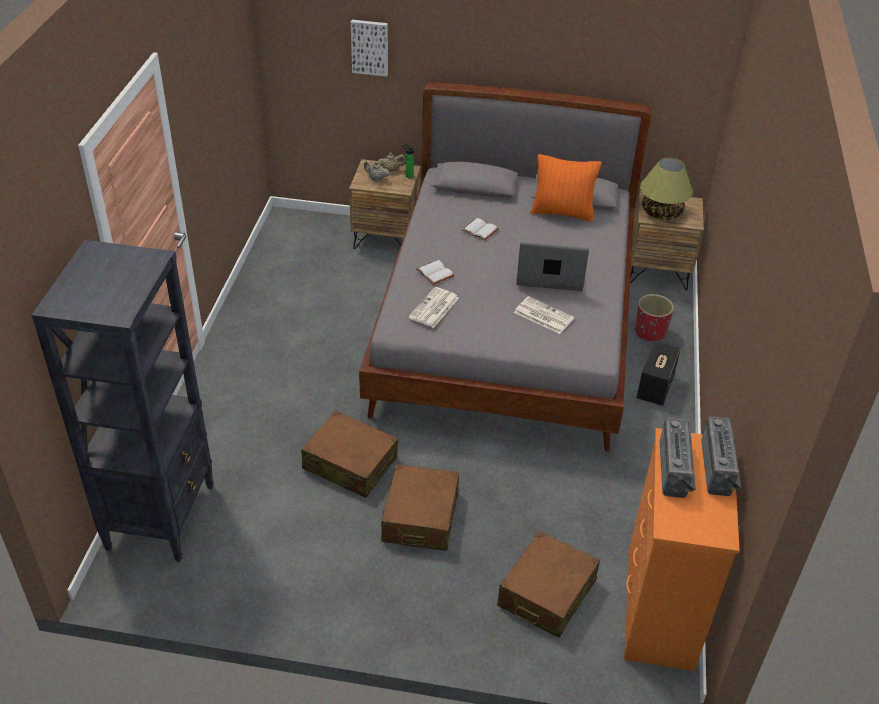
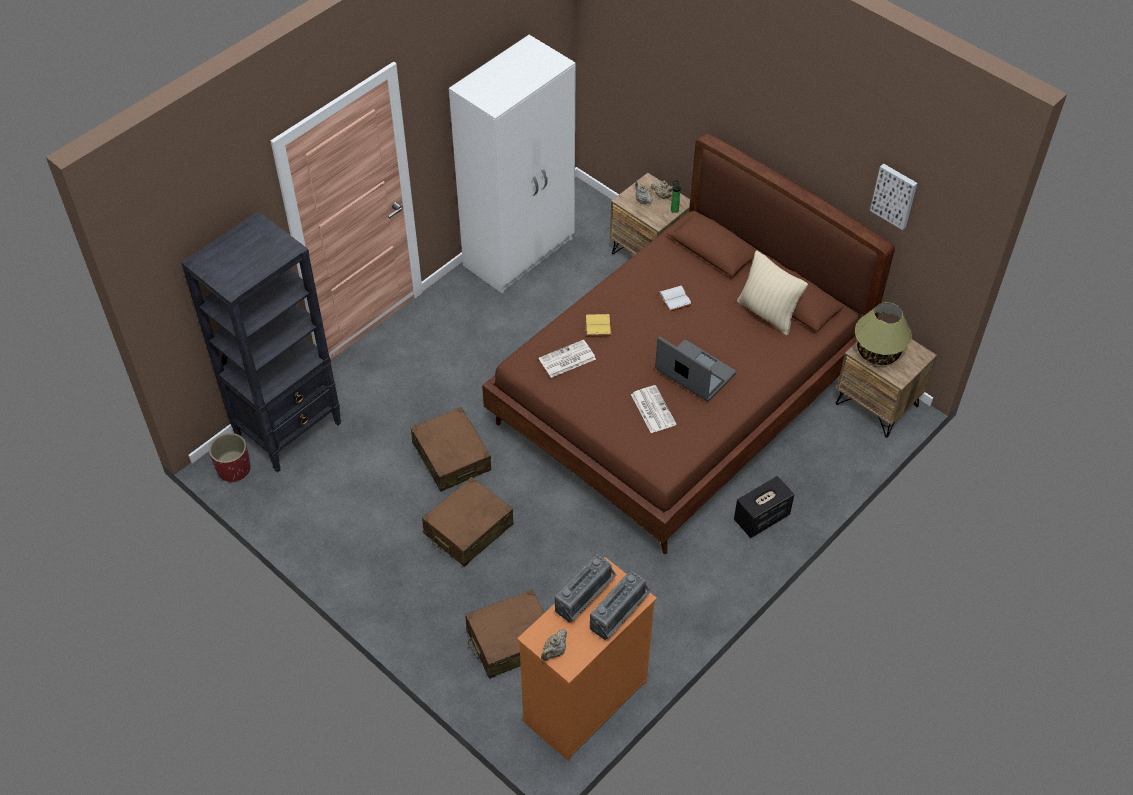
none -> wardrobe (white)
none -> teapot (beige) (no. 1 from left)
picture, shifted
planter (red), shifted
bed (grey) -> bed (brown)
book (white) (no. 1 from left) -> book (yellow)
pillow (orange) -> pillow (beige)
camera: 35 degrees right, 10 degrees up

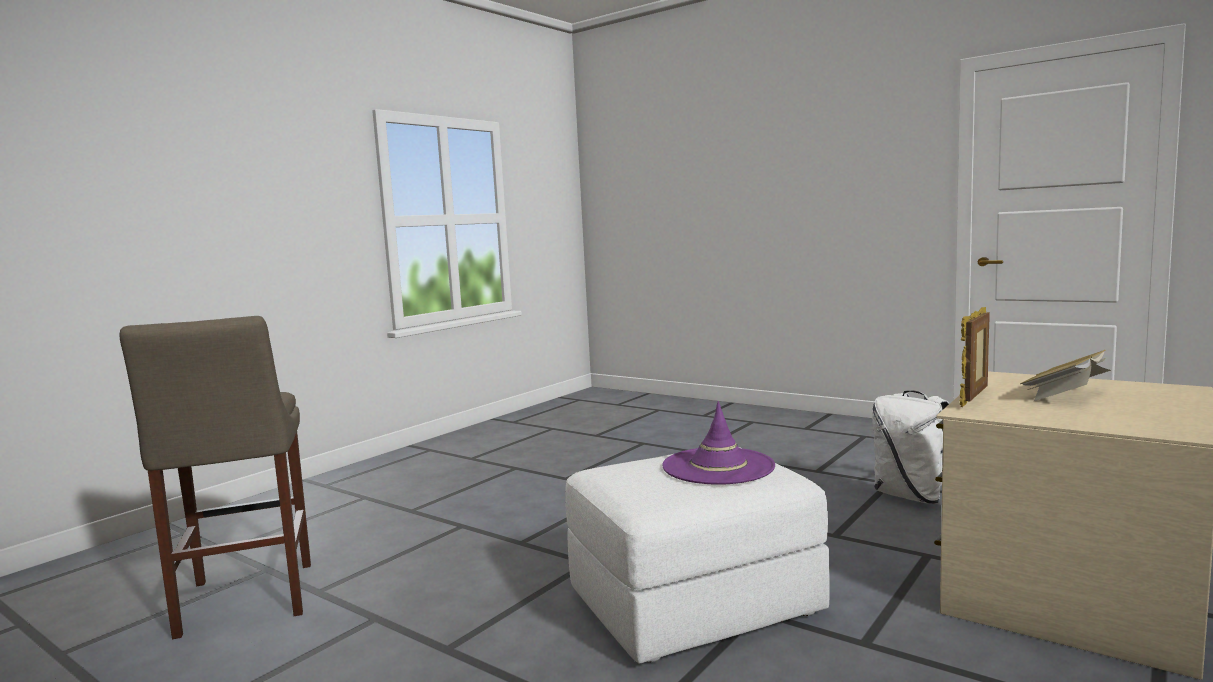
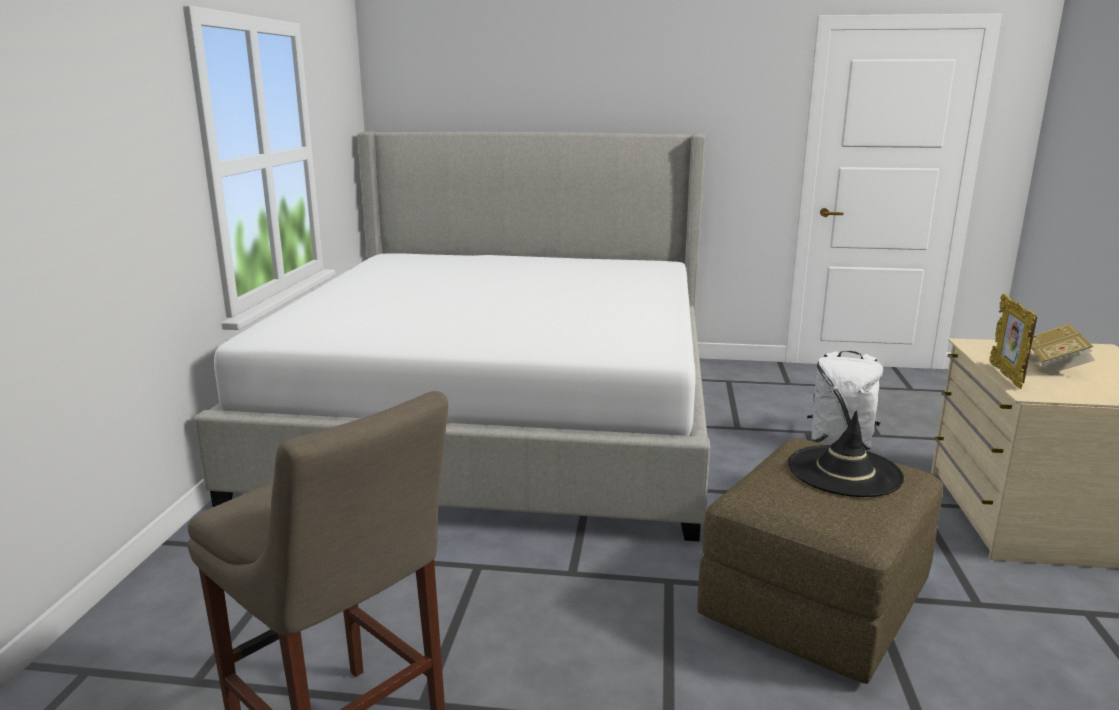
none -> bed
ottoman (white) -> ottoman (brown)
hat (purple) -> hat (black)
camera: 30 degrees left, 10 degrees up

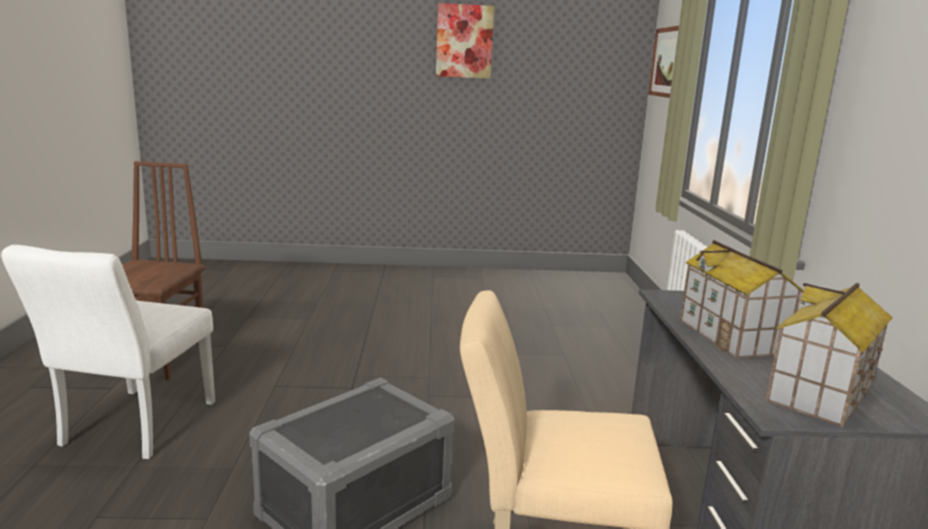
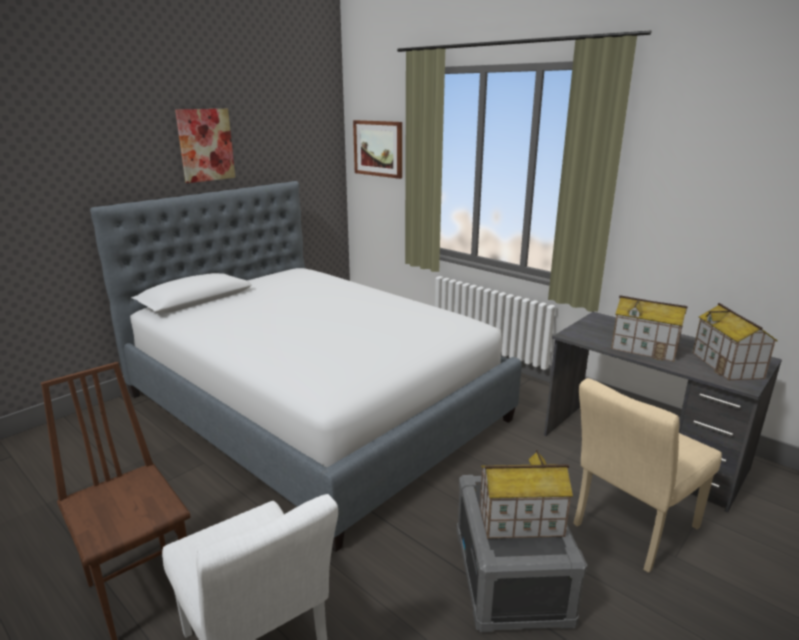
none -> bed
none -> toy house (no. 1 from left)
camera: 45 degrees left, 5 degrees up

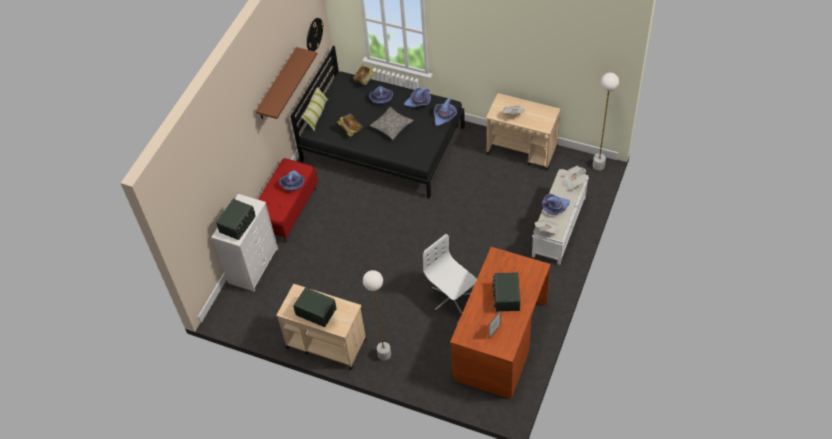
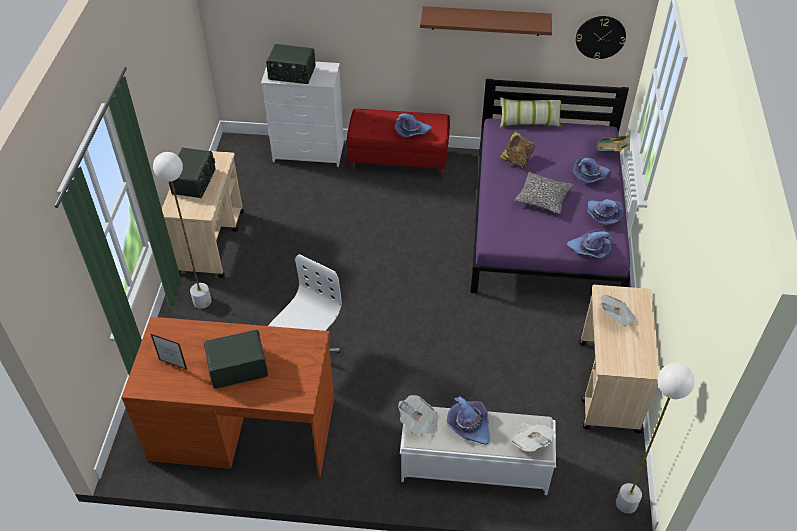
bed (black) -> bed (purple)
camera: 70 degrees right, 5 degrees down

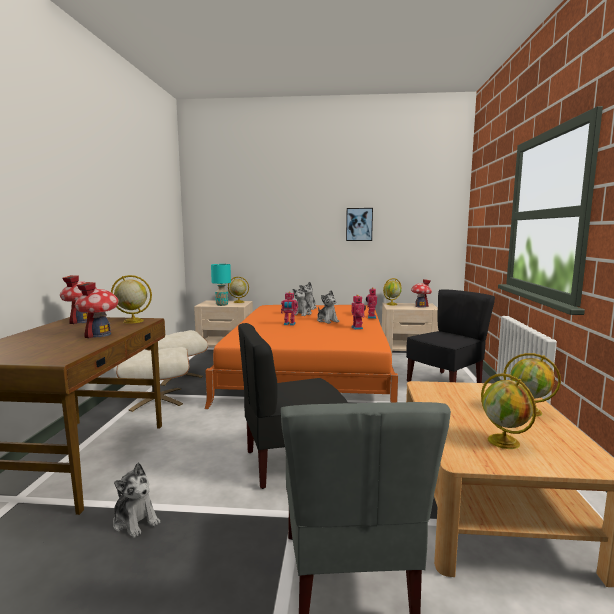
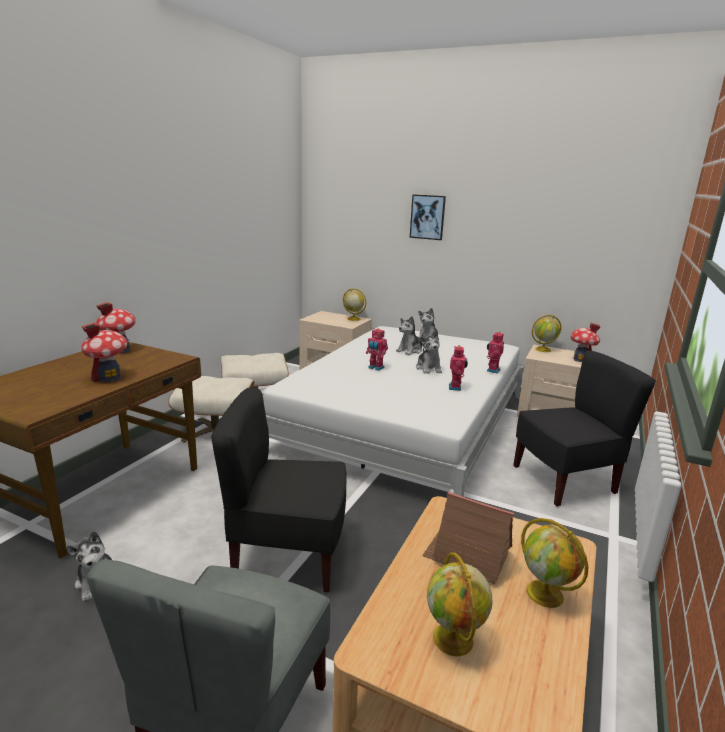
globe (no. 1 from left) -> none
table lamp (turquoise) -> none
none -> toy house (no. 3 from left)
picture, shifted
bed (orange) -> bed (white)
camera: 20 degrees right, 10 degrees up

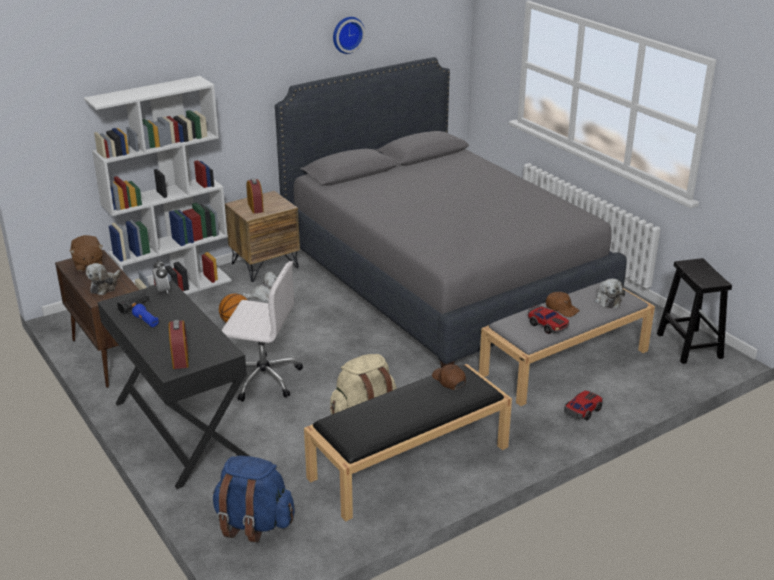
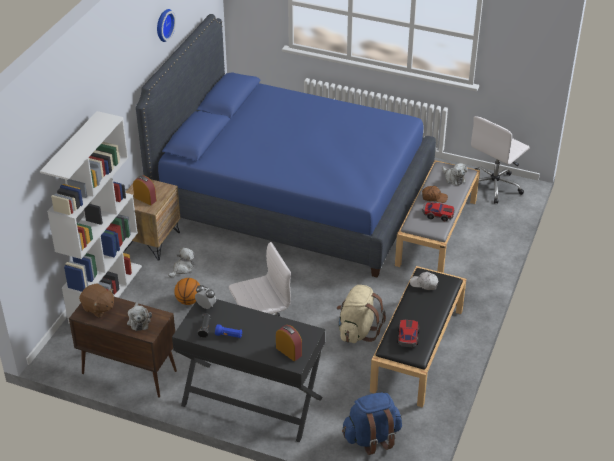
toy car (no. 2 from left in the first image) -> toy car (no. 1 from left), shifted
stool (black) -> office chair (white) (no. 2 from left)
bed (grey) -> bed (blue)
cap (brown) (no. 1 from left) -> cap (white)
camera: 35 degrees left, 10 degrees up

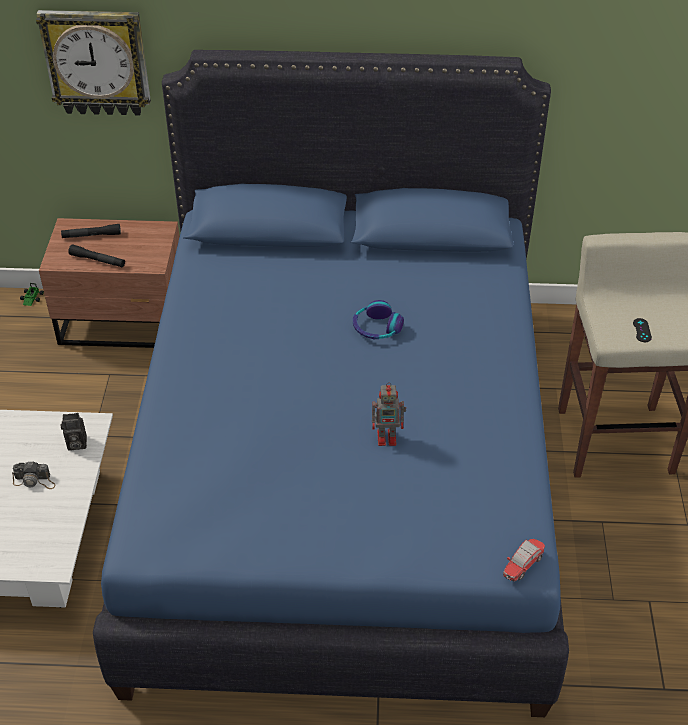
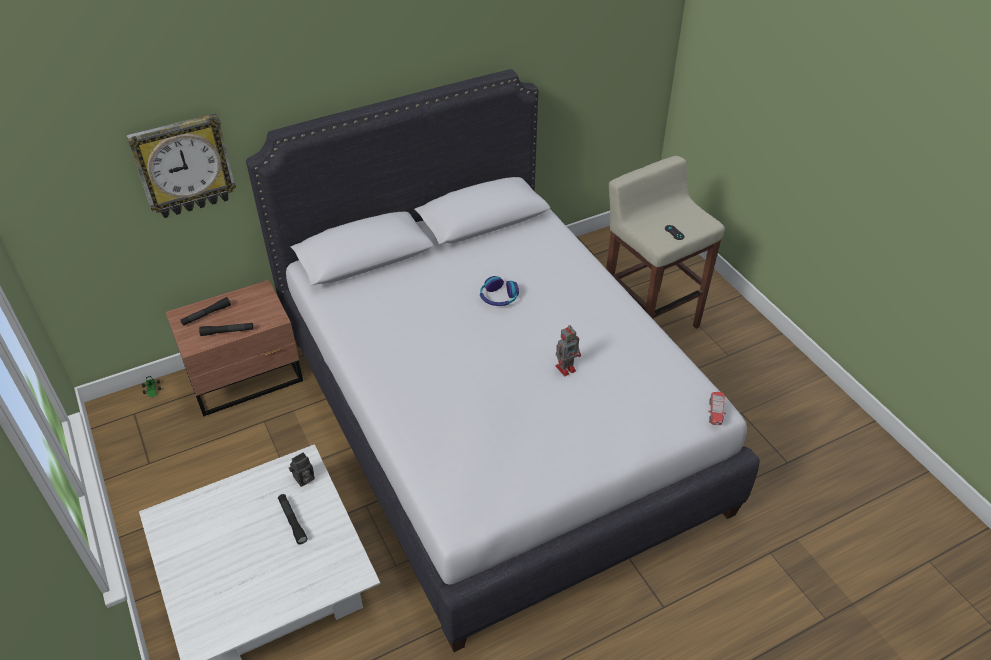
photo camera (no. 1 from left) -> flashlight (black) (no. 3 from left)
bed (blue) -> bed (white)
camera: 30 degrees left, 0 degrees up

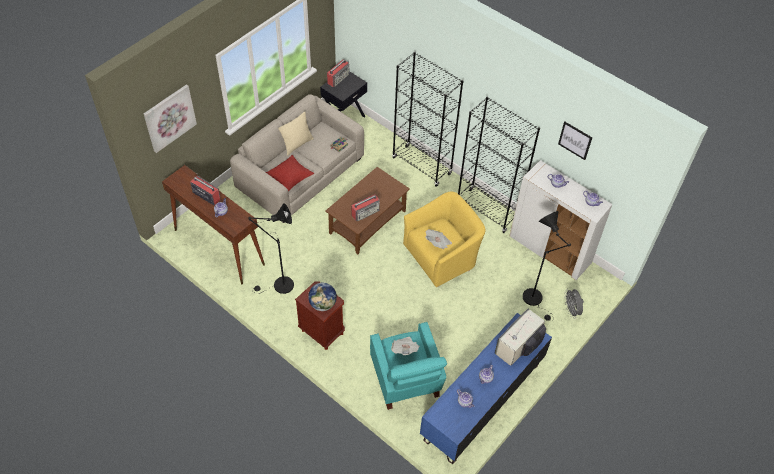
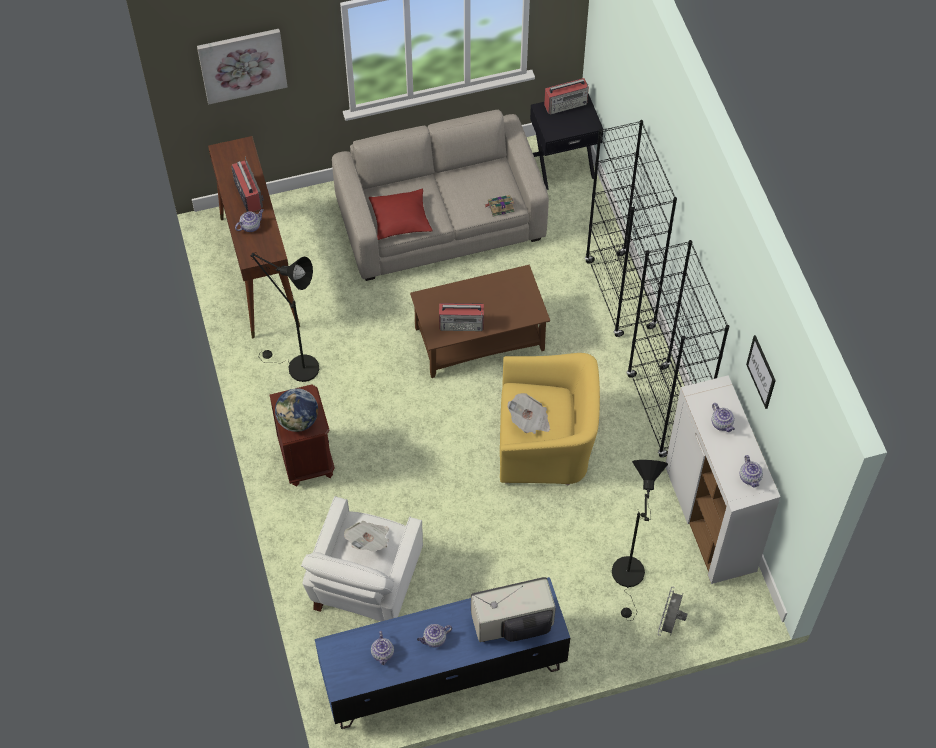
pillow (beige) -> none
armchair (turquoise) -> armchair (white)
camera: 35 degrees right, 5 degrees up

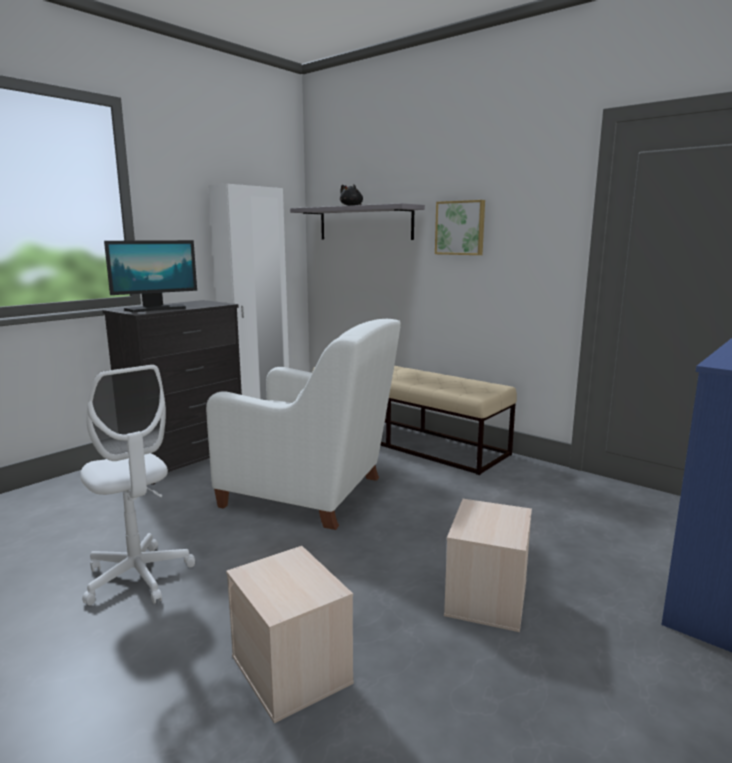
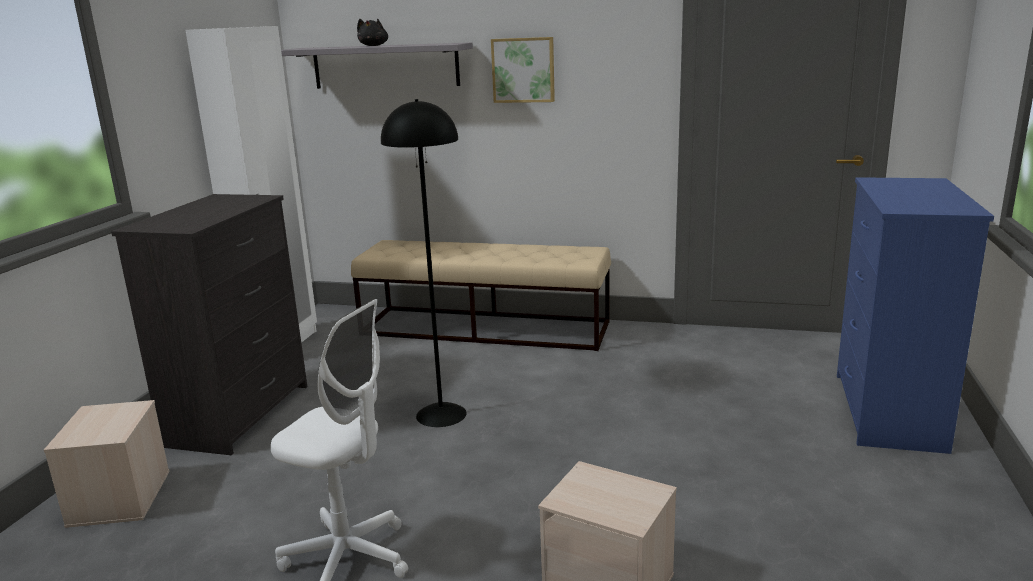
monitor -> none
storage box (beige) (no. 2 from left in the first image) -> storage box (beige) (no. 1 from left), shifted
armchair (white) -> floor lamp (black)
camera: 25 degrees left, 5 degrees up

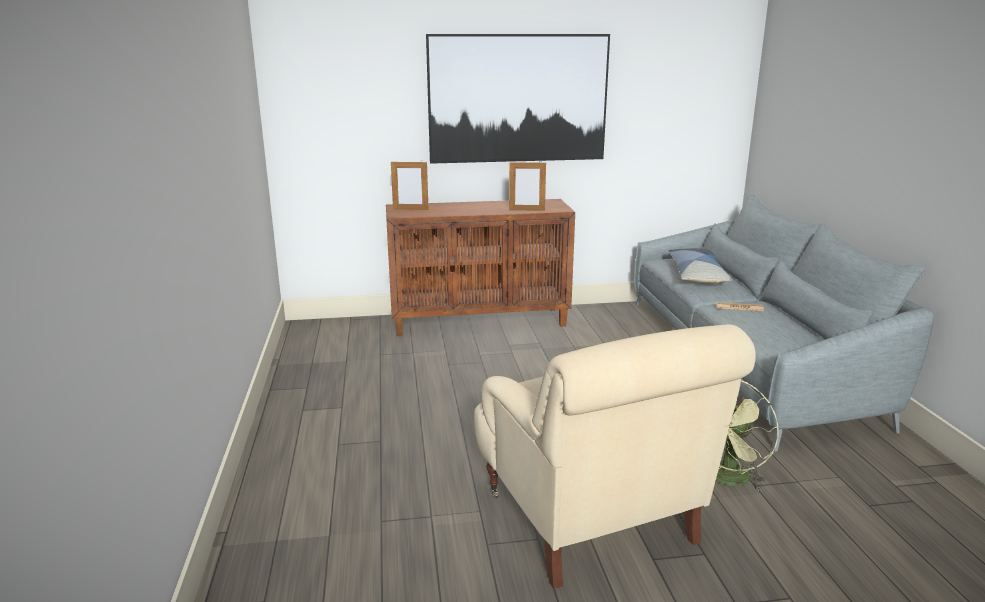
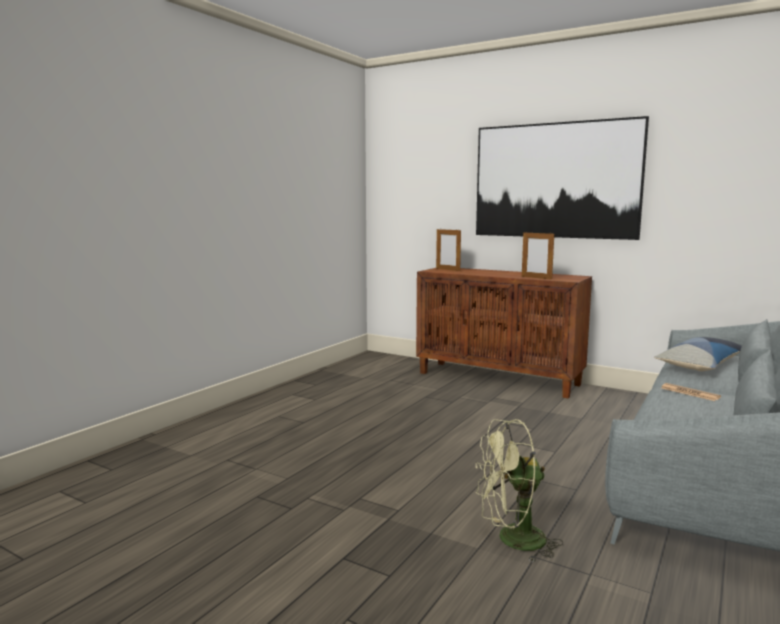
armchair (beige) -> none
camera: 40 degrees right, 10 degrees down

